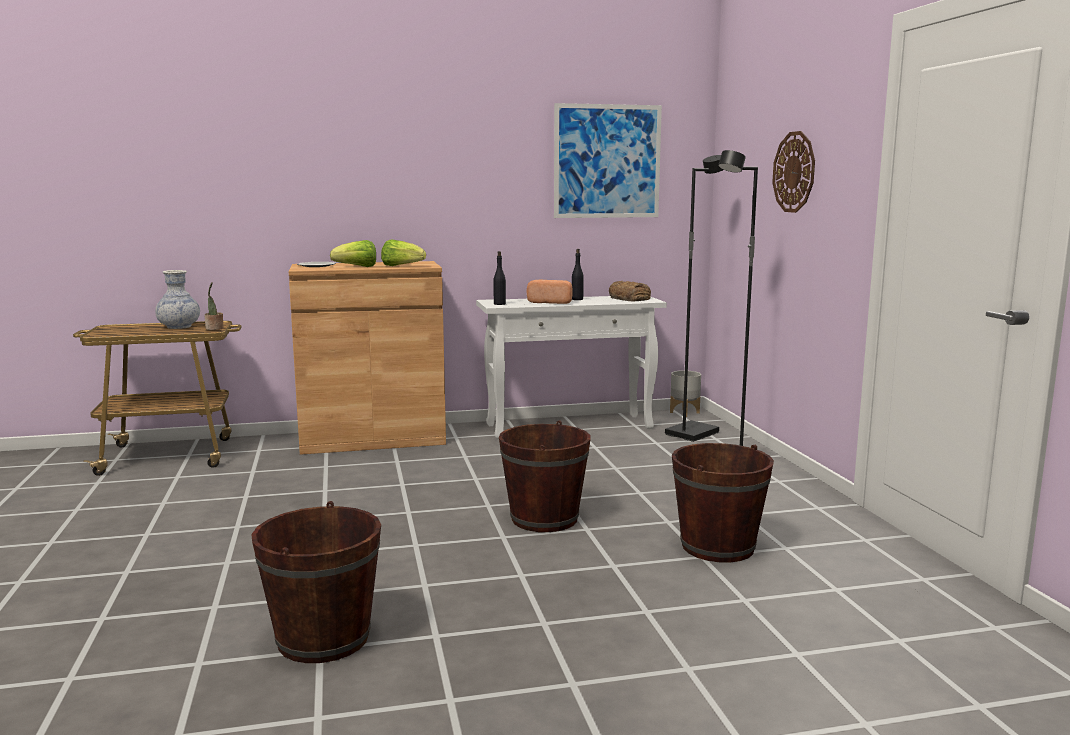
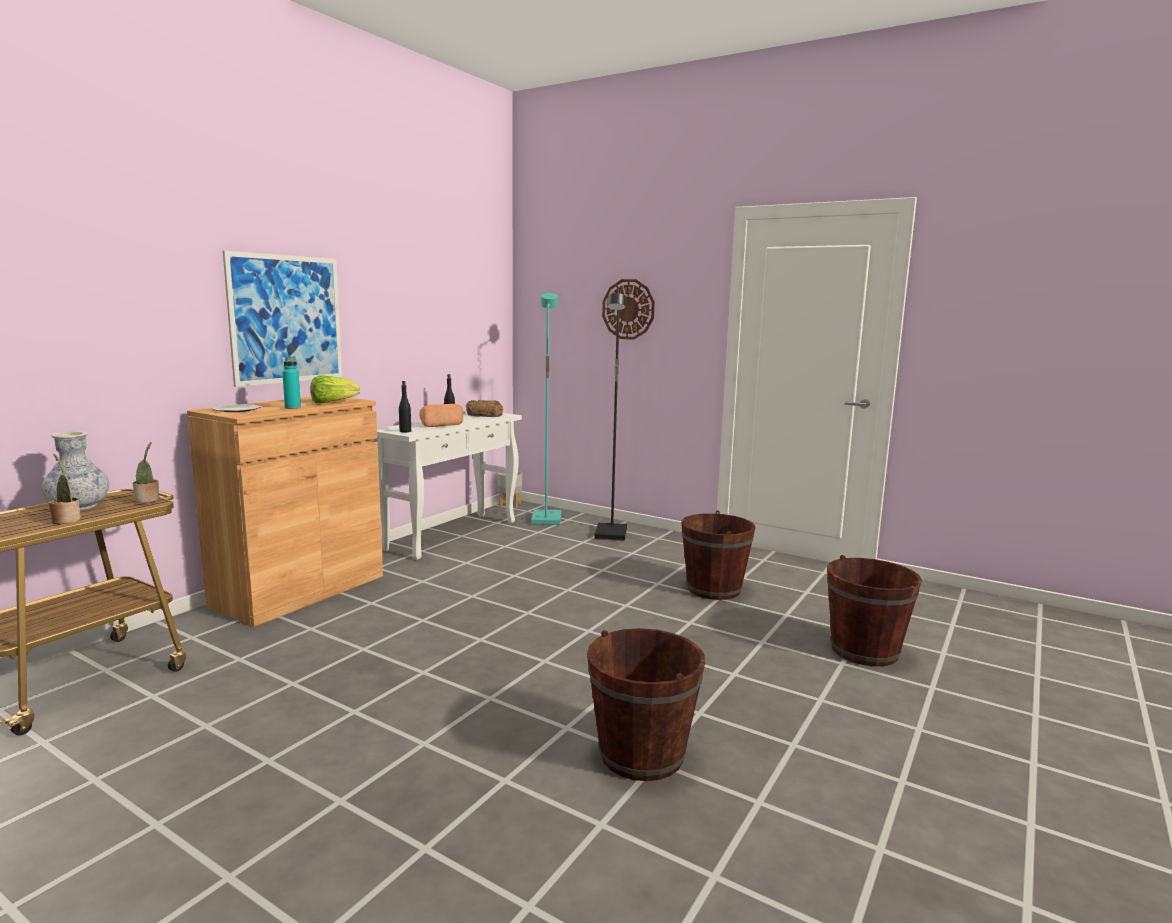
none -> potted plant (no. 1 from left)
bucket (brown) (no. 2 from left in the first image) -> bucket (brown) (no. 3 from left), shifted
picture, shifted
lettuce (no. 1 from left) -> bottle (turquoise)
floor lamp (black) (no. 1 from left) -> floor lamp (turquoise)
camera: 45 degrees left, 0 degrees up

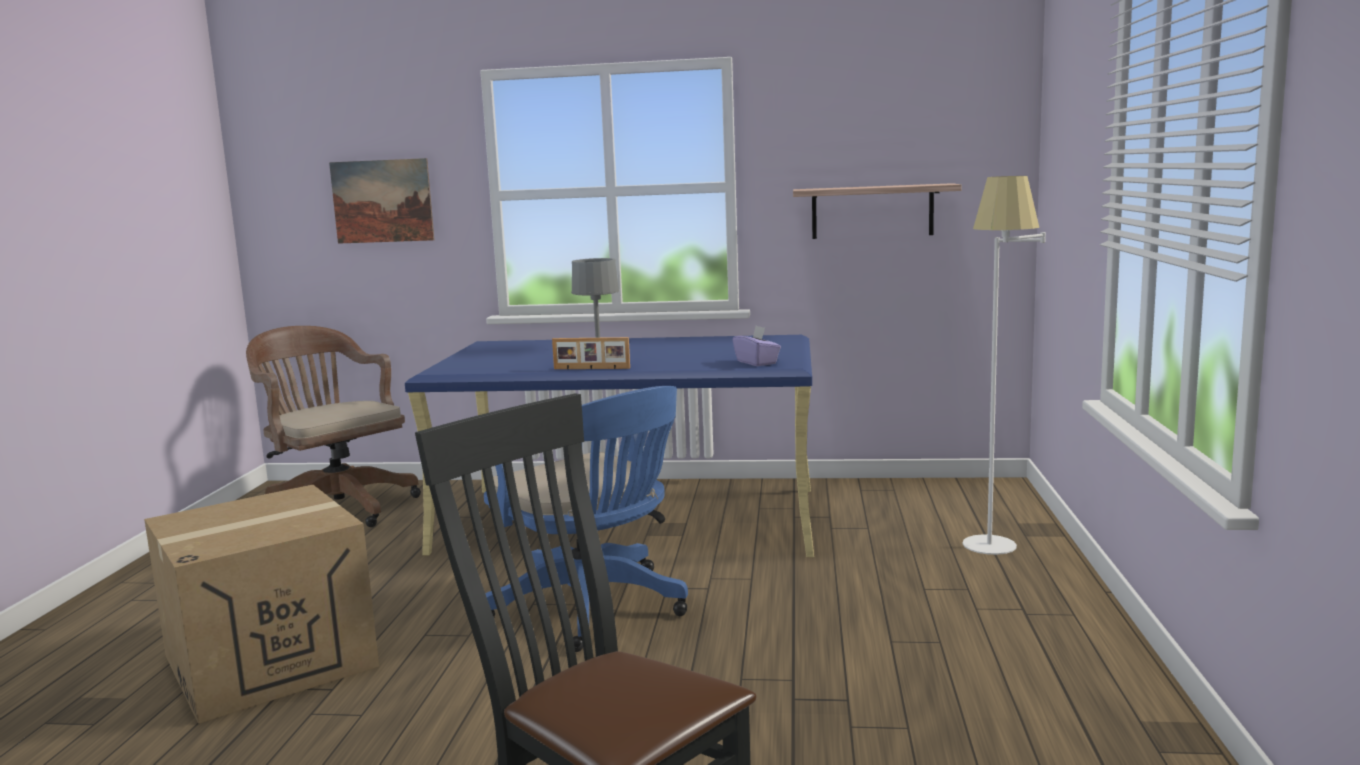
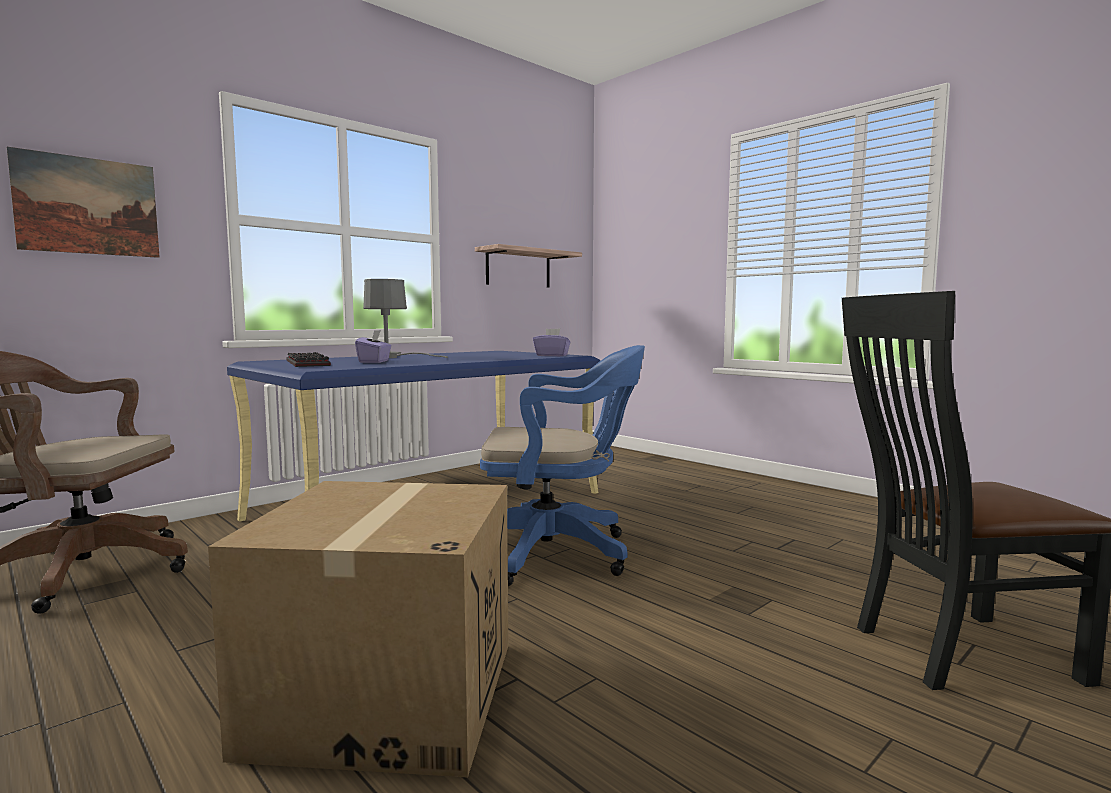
picture frame -> none
floor lamp (white) -> none
none -> keyboard
none -> tissue box (purple) (no. 1 from left)
camera: 50 degrees left, 5 degrees down

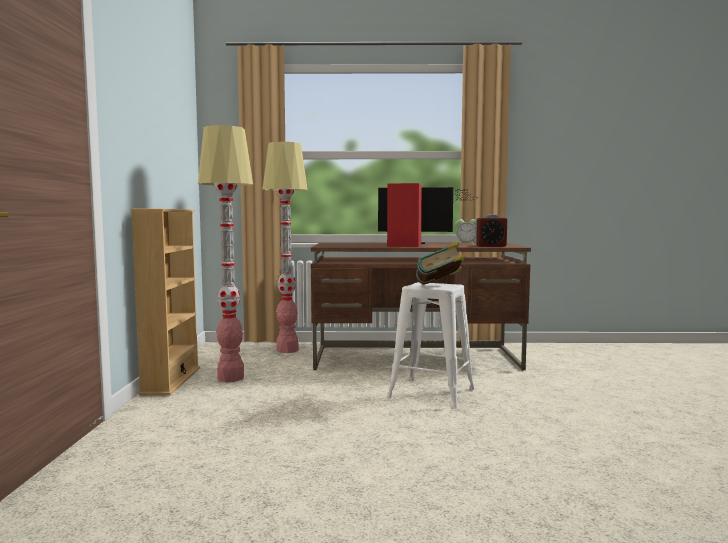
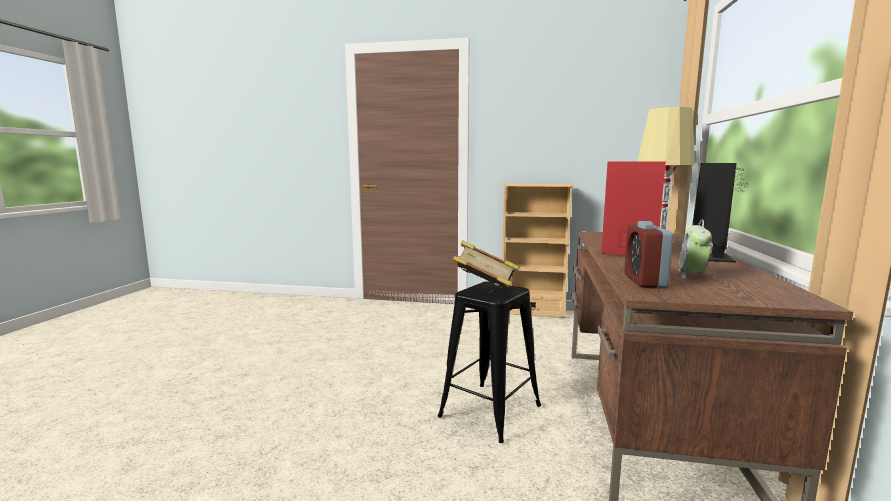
floor lamp (no. 1 from left) -> none
stool (white) -> stool (black)
camera: 100 degrees right, 5 degrees up

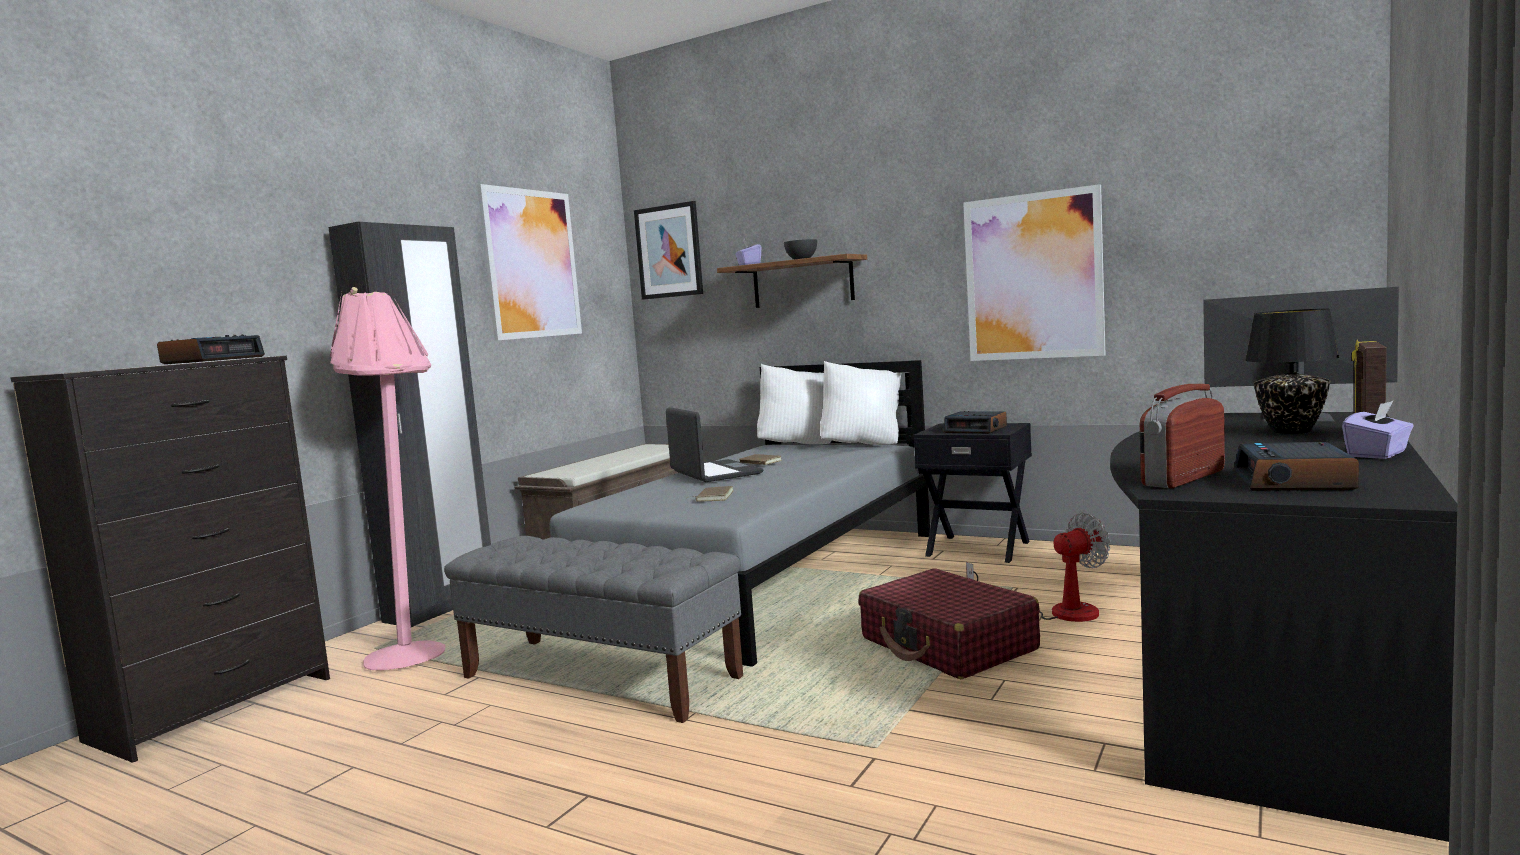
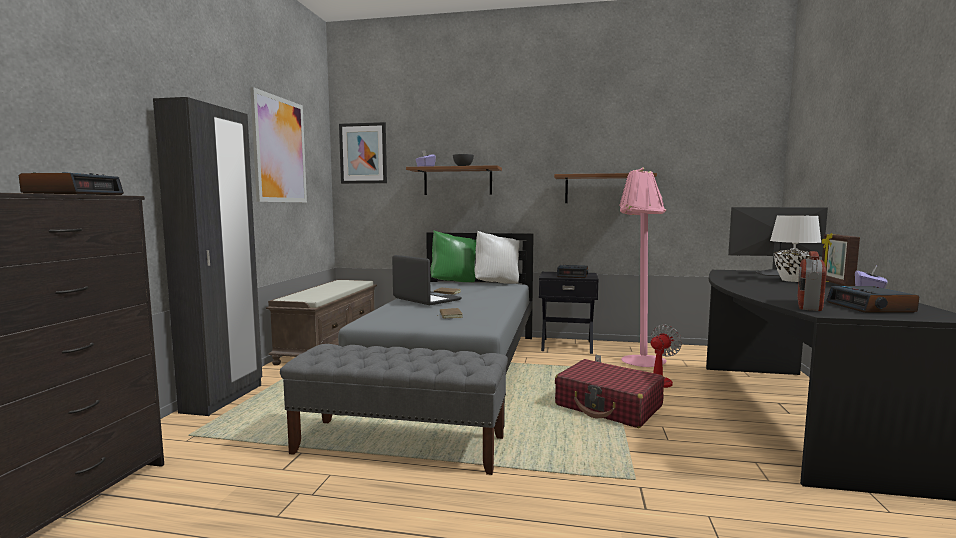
floor lamp (pink), shifted
picture (no. 3 from left) -> shelf (no. 2 from left)
pillow (white) (no. 1 from left) -> pillow (green)
table lamp (black) -> table lamp (white)
camera: 20 degrees left, 0 degrees up

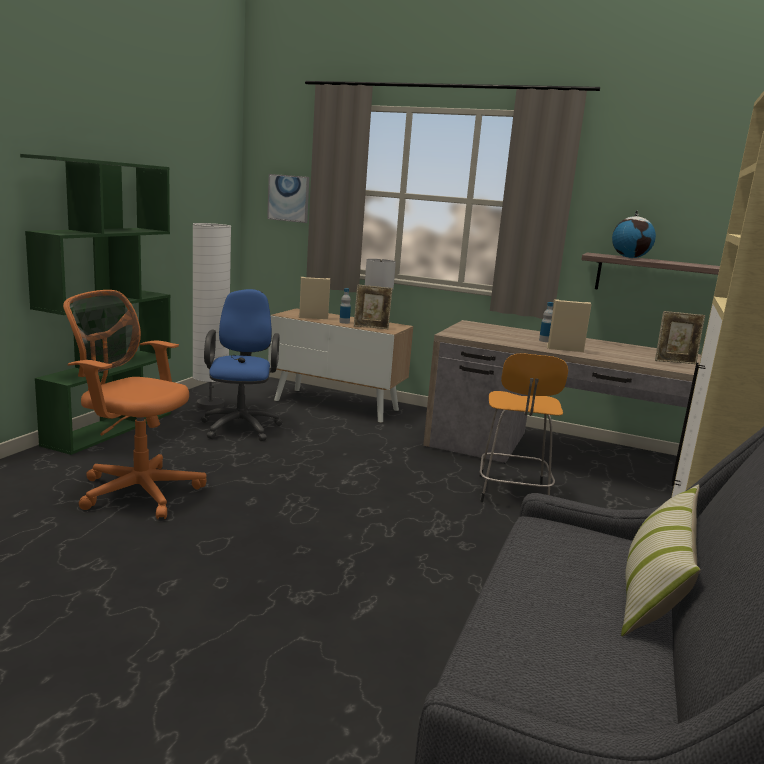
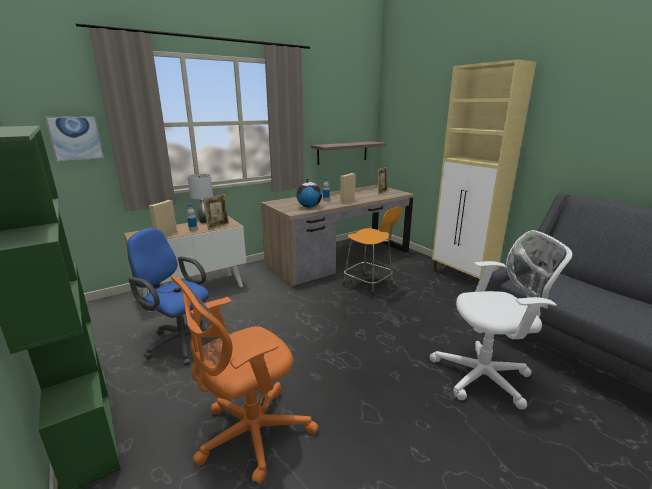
floor lamp (white) -> none
pillow -> none
none -> office chair (white)
globe, shifted
camera: 55 degrees left, 5 degrees up

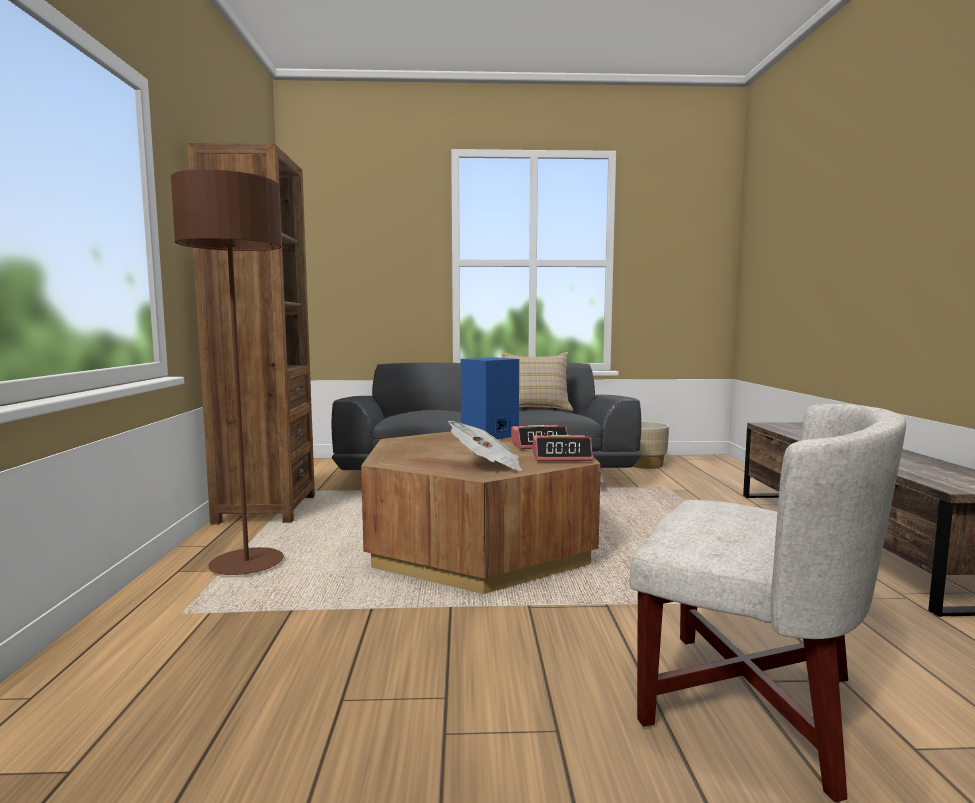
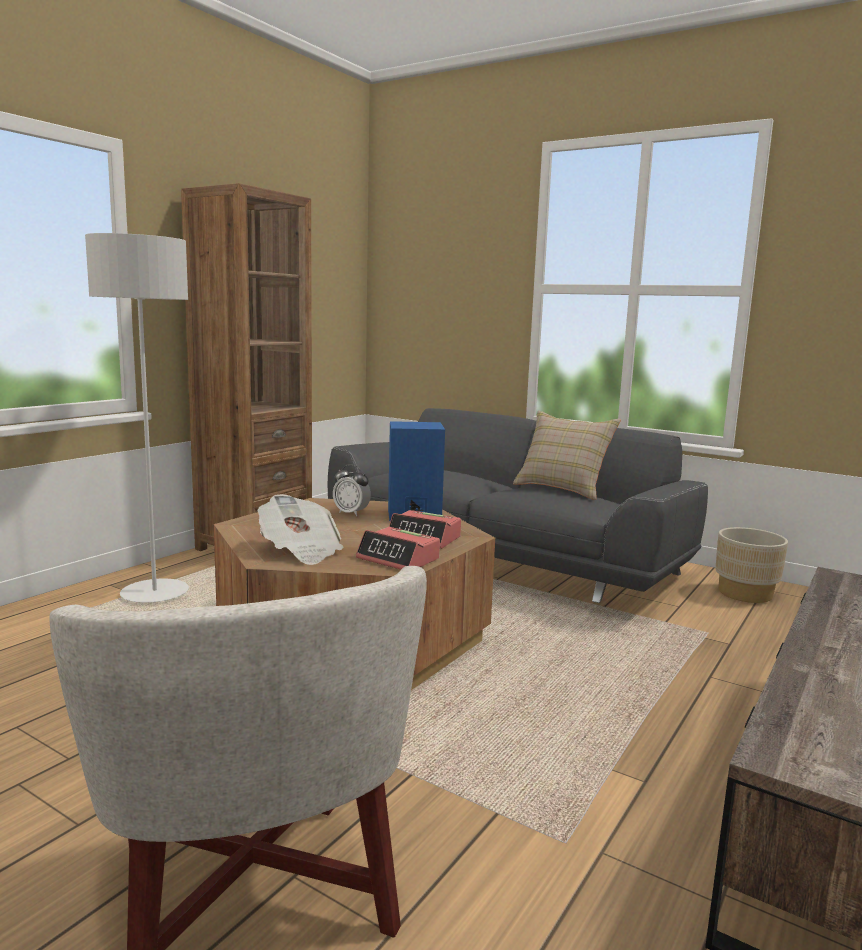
none -> alarm clock (no. 1 from left)
floor lamp (brown) -> floor lamp (grey)
camera: 35 degrees right, 5 degrees up

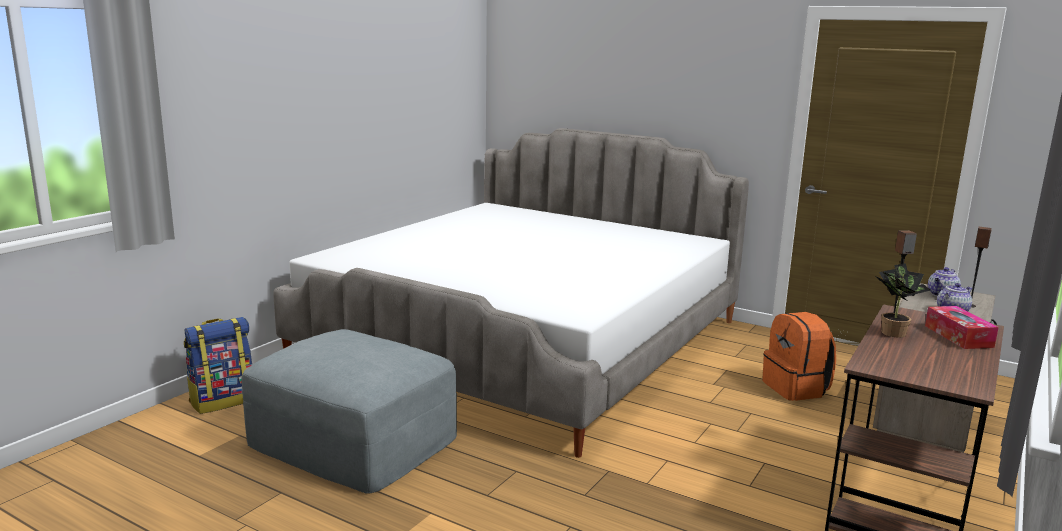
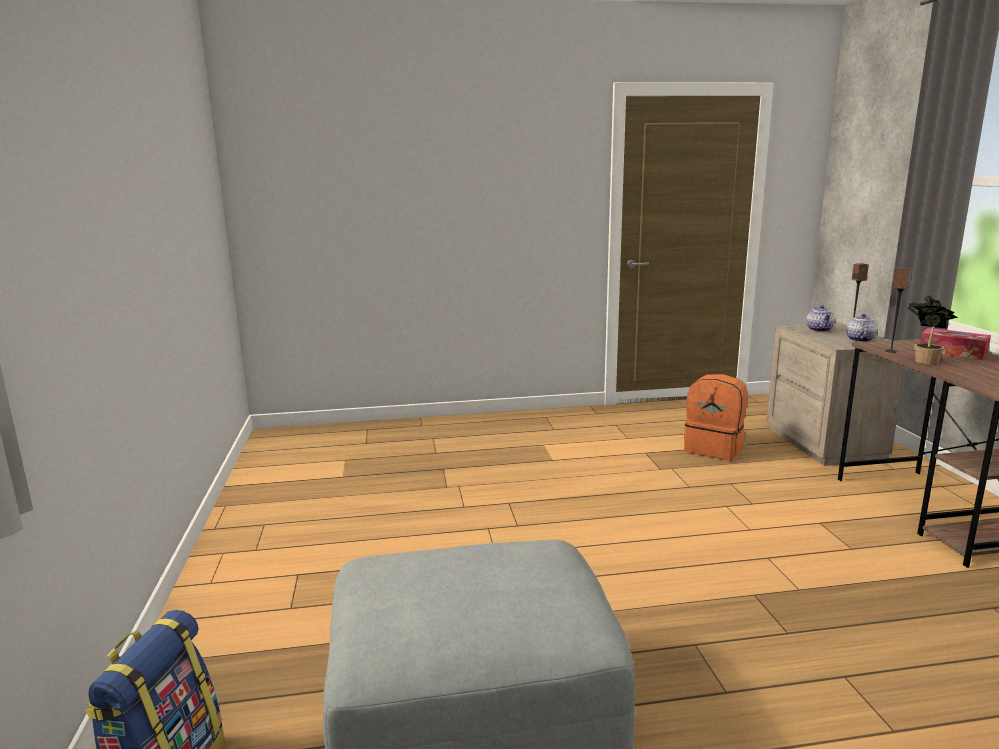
bed -> none
camera: 40 degrees left, 0 degrees up

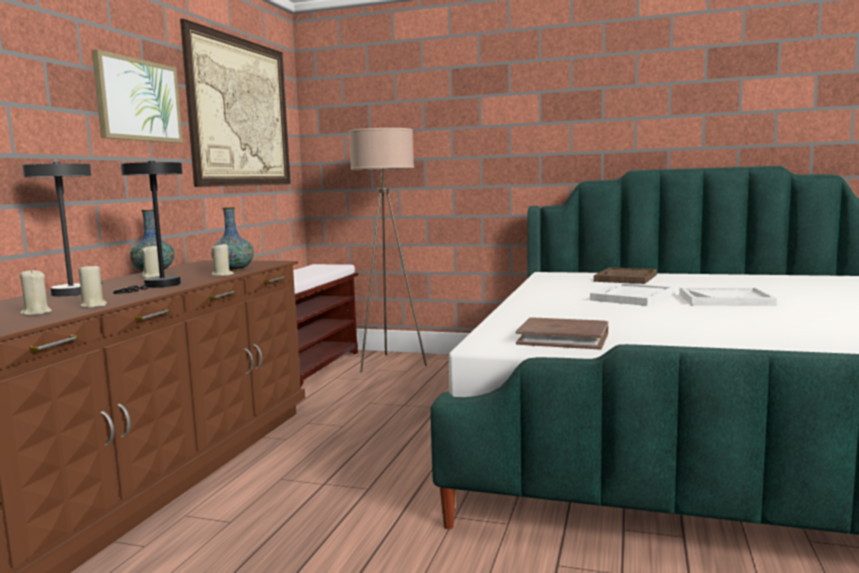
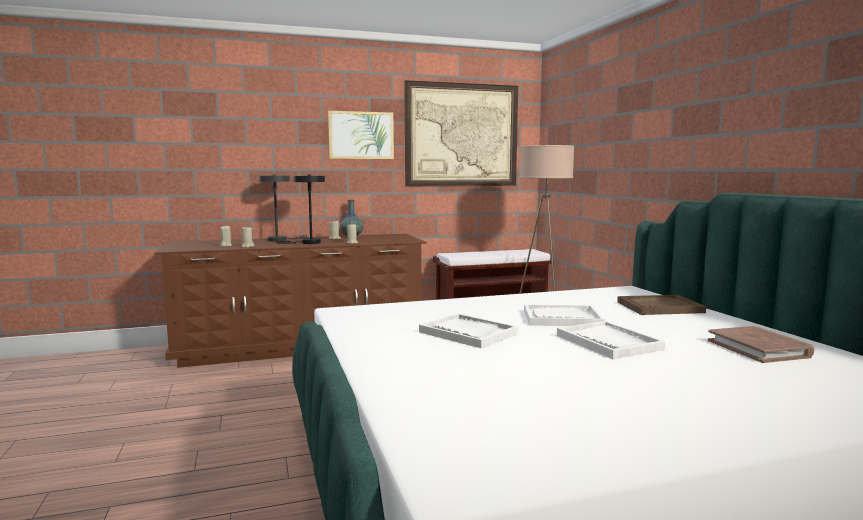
vase (no. 2 from left) -> none
none -> tray (white) (no. 1 from left)
book (brown), shifted
camera: 55 degrees right, 0 degrees up

